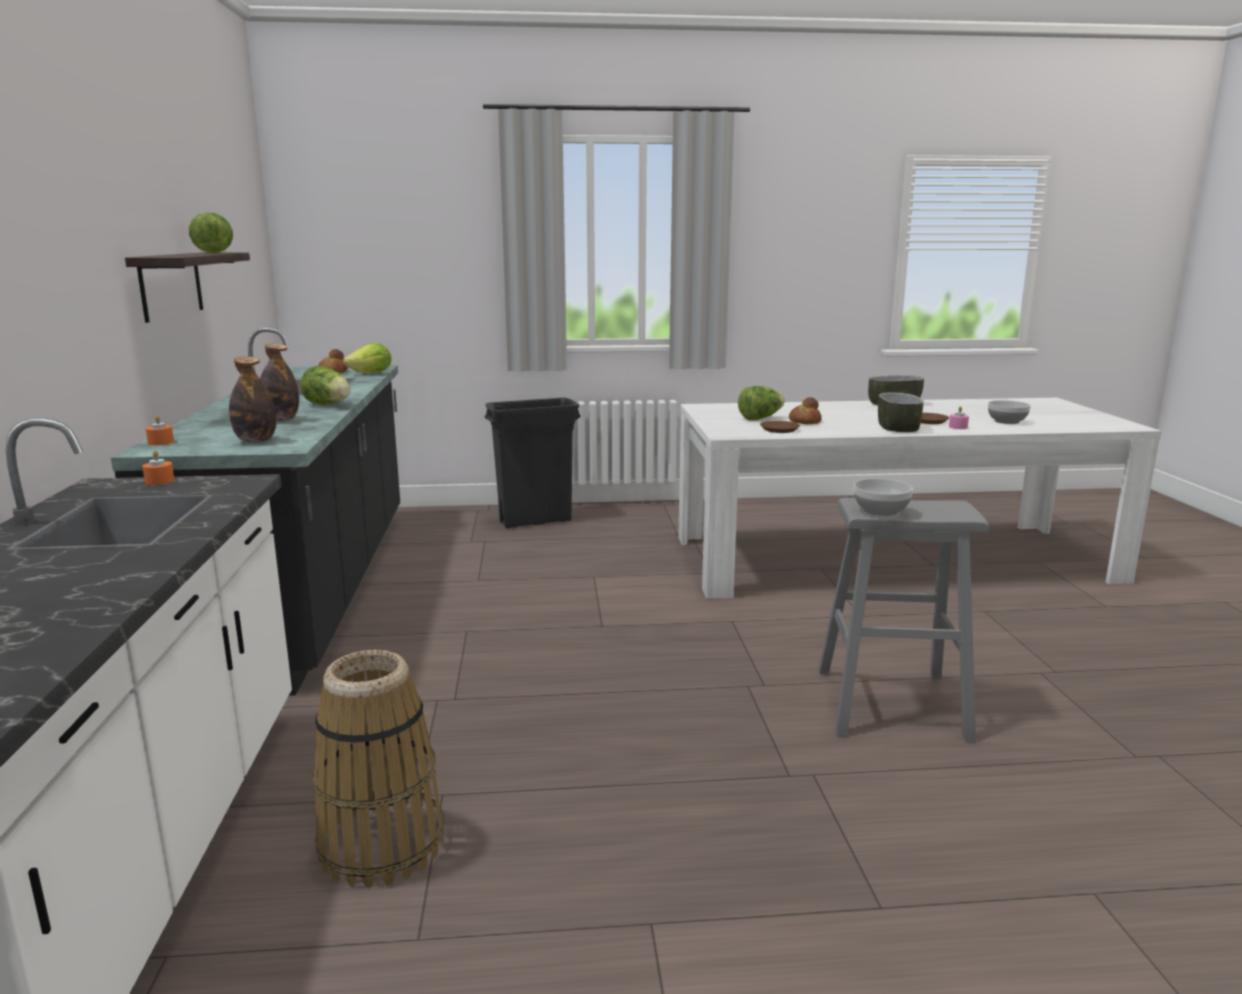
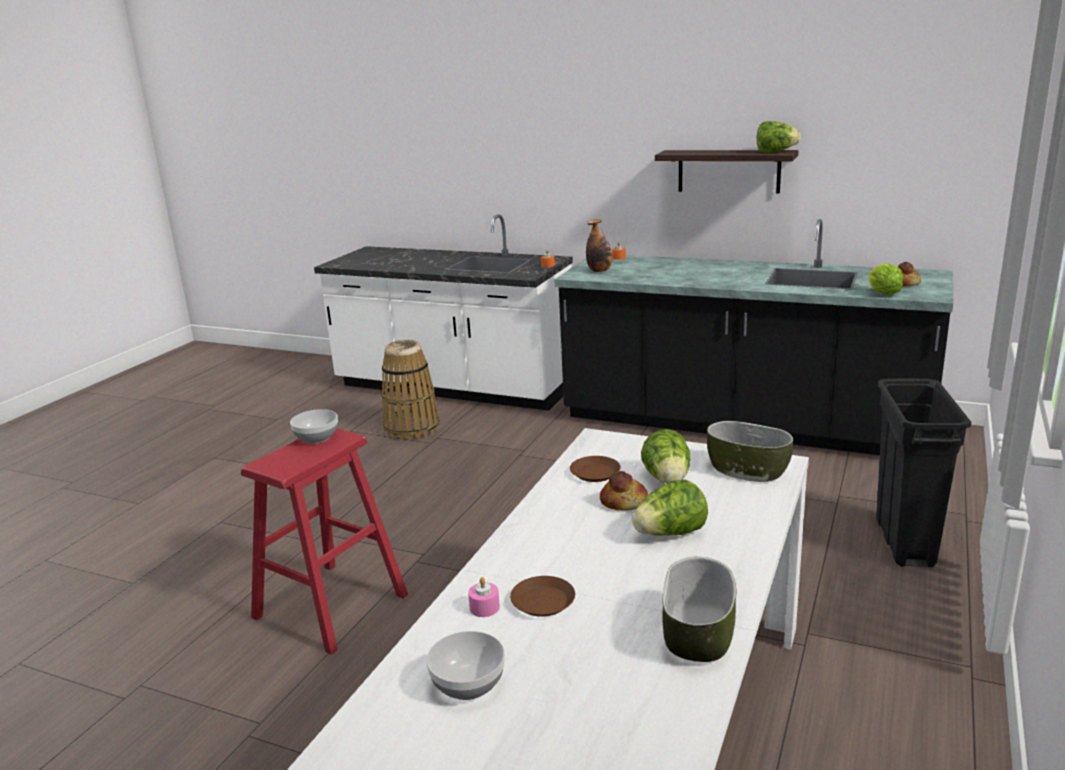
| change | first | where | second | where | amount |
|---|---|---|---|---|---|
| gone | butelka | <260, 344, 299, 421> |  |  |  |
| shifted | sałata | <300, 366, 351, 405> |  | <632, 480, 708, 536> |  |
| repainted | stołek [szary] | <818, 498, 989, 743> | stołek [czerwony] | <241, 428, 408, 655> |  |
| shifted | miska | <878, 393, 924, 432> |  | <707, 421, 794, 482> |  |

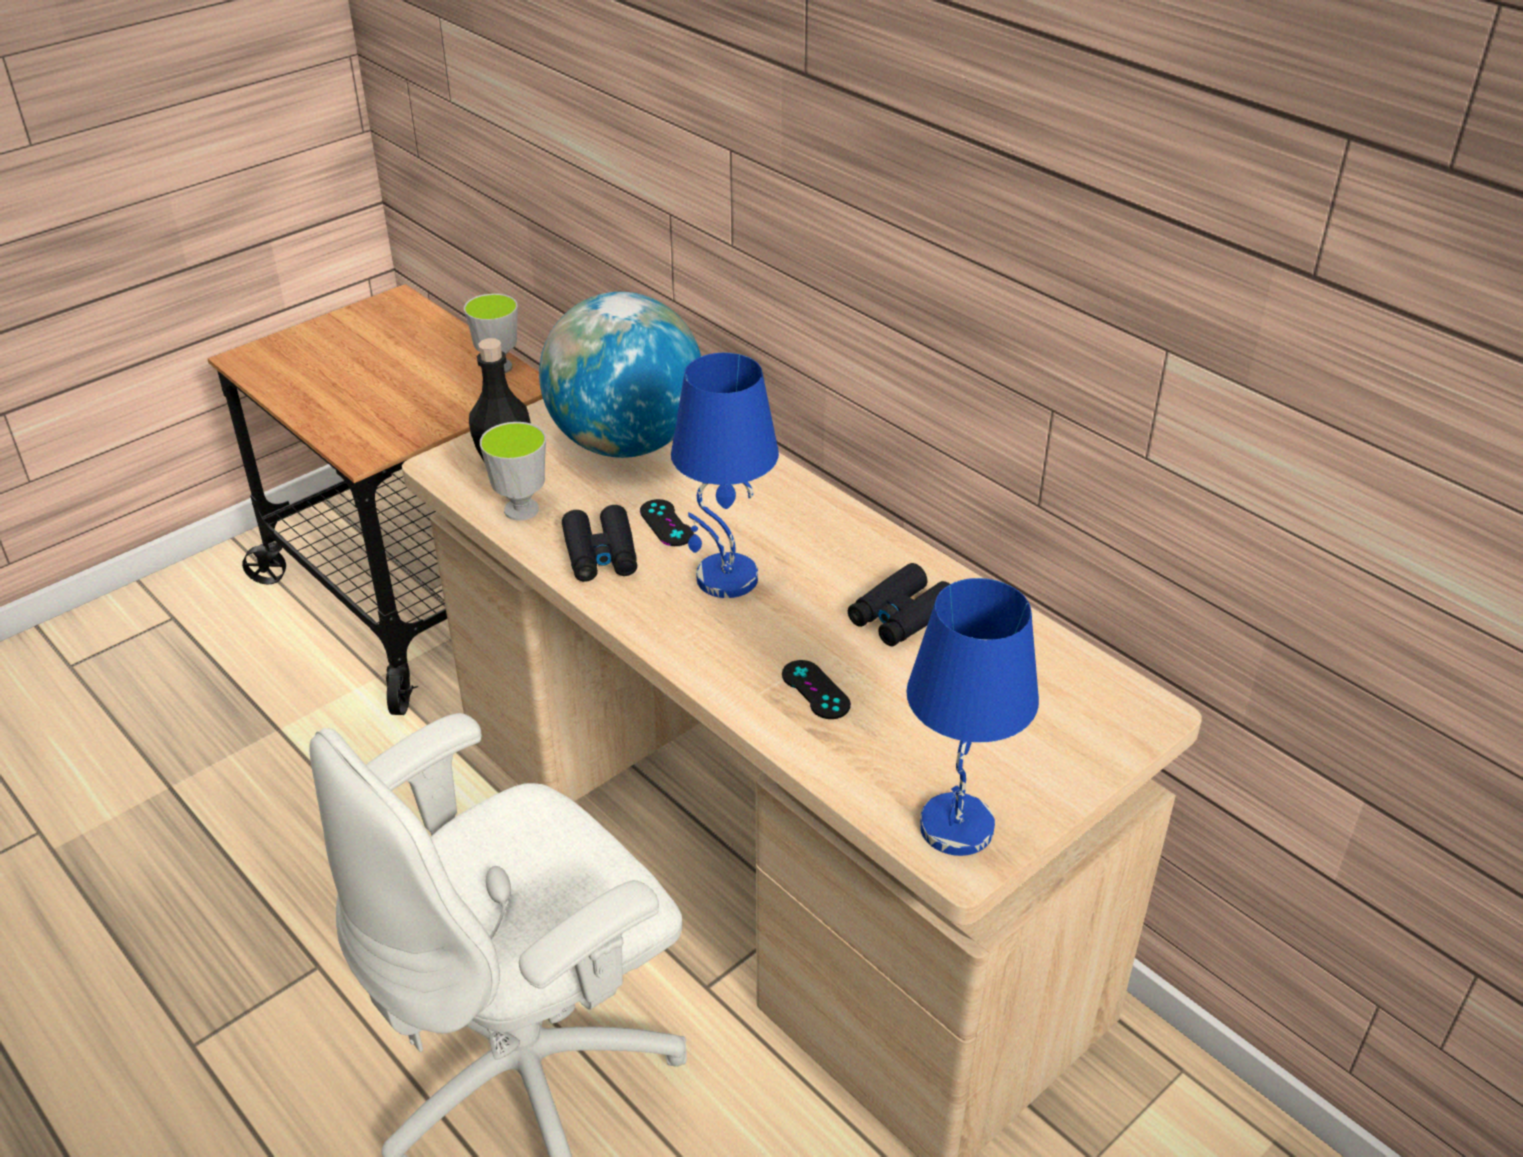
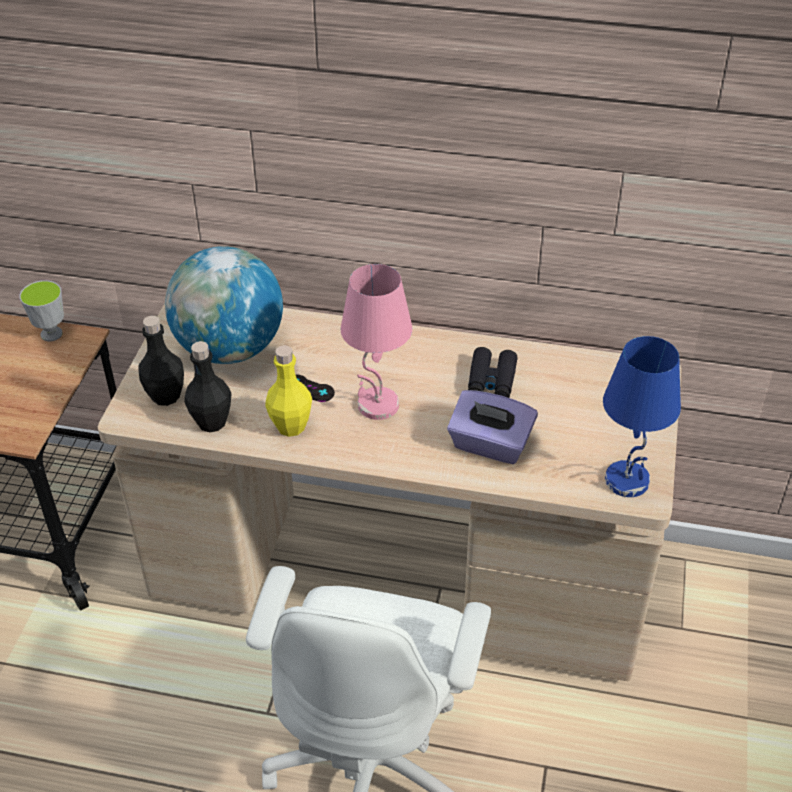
| change | first | where | second | where | amount |
|---|---|---|---|---|---|
| swapped | filiżanka | <480, 422, 546, 521> | butelka [czarny] | <184, 341, 231, 432> |  |
| swapped | lornetka [czarny] | <562, 505, 637, 582> | butelka [żółty] | <265, 345, 312, 437> |  |
| repainted | lampa stołowa [niebieski] | <671, 353, 779, 598> | lampa stołowa [różowy] | <341, 264, 412, 420> |  |
| swapped | pad do gier [czarny] | <782, 660, 851, 719> | pudełko chusteczek [fioletowy] | <447, 390, 538, 464> |  |

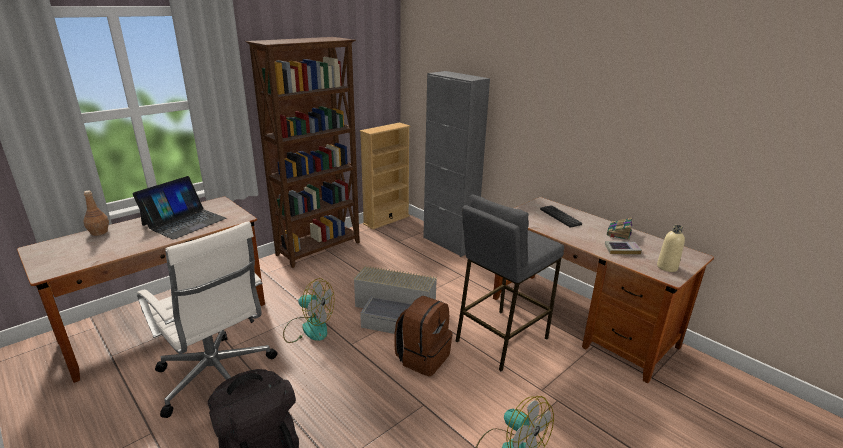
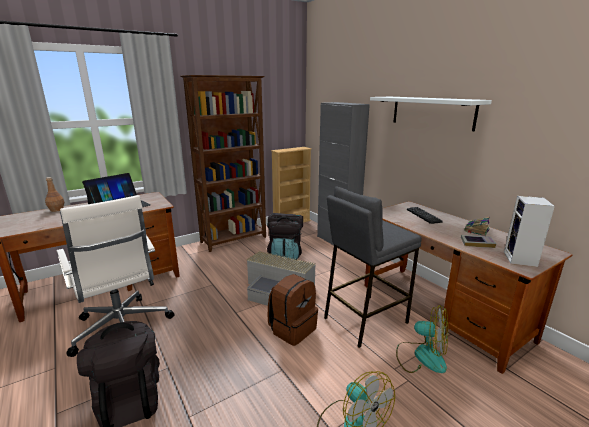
| change | first | where | second | where | amount |
|---|---|---|---|---|---|
| shifted | wentylator | <283, 278, 335, 343> |  | <396, 305, 448, 373> |  |
| swapped | butelka [beżowy] | <657, 225, 685, 272> | głośnik | <504, 196, 555, 267> |  |
| new |  |  | plecak [czarny] | <267, 213, 303, 260> |  |
| new |  |  | półka [biały] | <370, 97, 492, 131> |  |

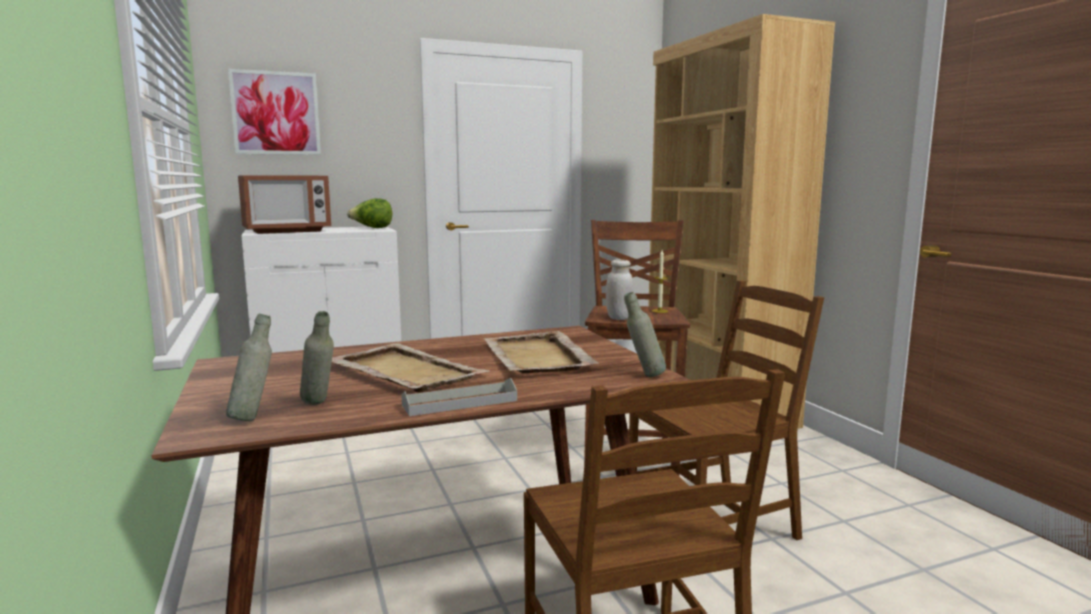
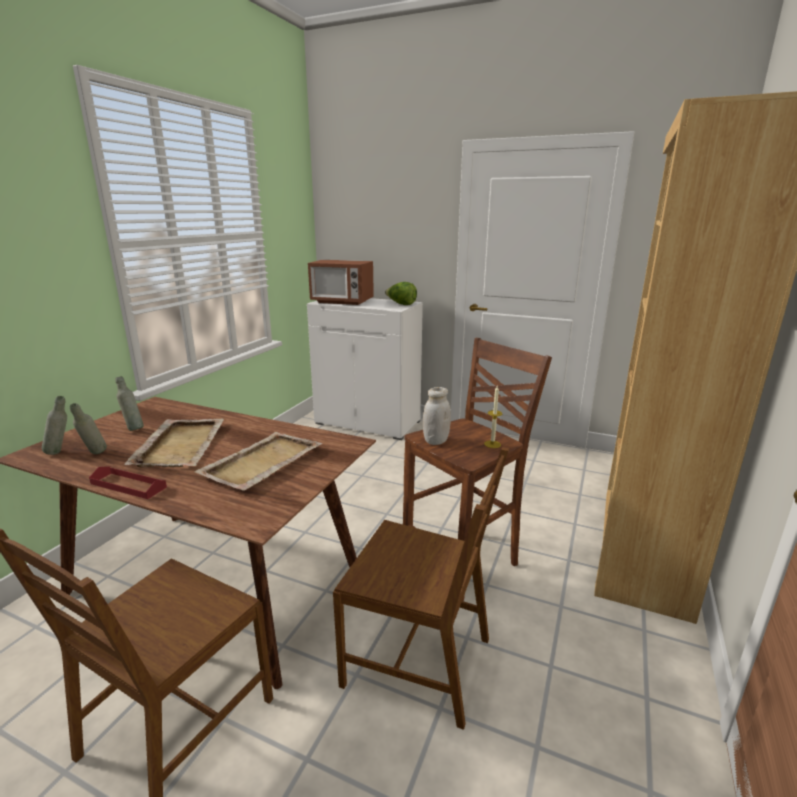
| change | first | where | second | where | amount |
|---|---|---|---|---|---|
| gone | obraz | <228, 69, 321, 155> |  |  |  |
| repainted | taca [szary] | <401, 378, 517, 416> | taca [czerwony] | <89, 467, 167, 499> |  |
| shifted | butelka [szary] | <624, 292, 666, 377> |  | <115, 376, 144, 431> |  |

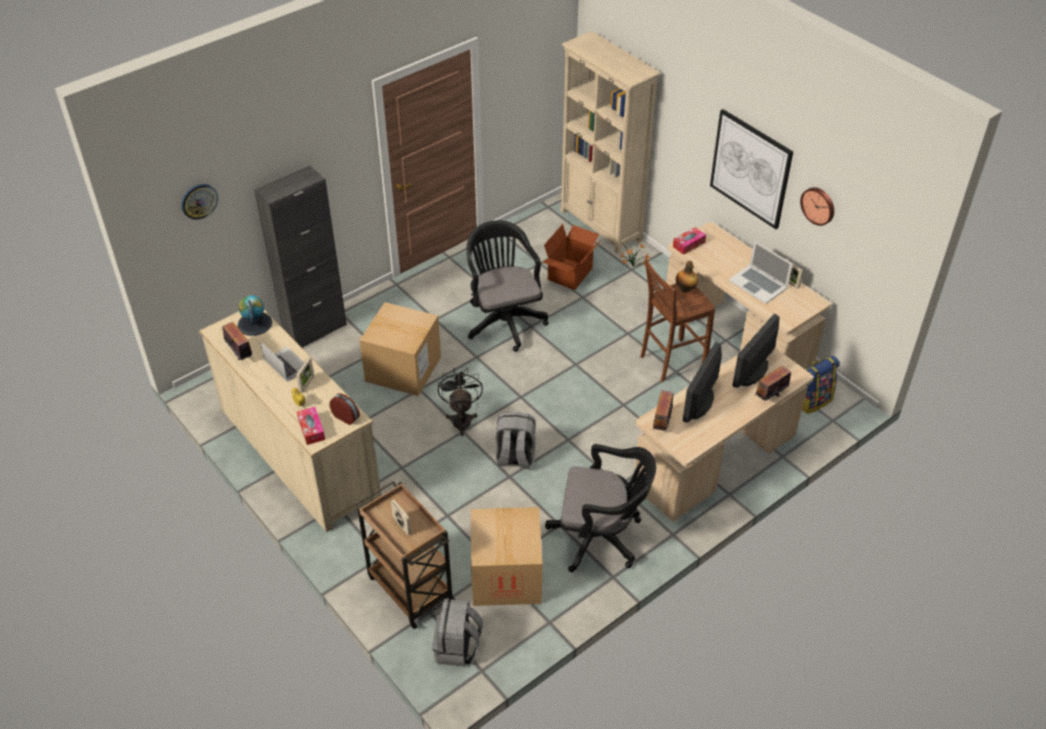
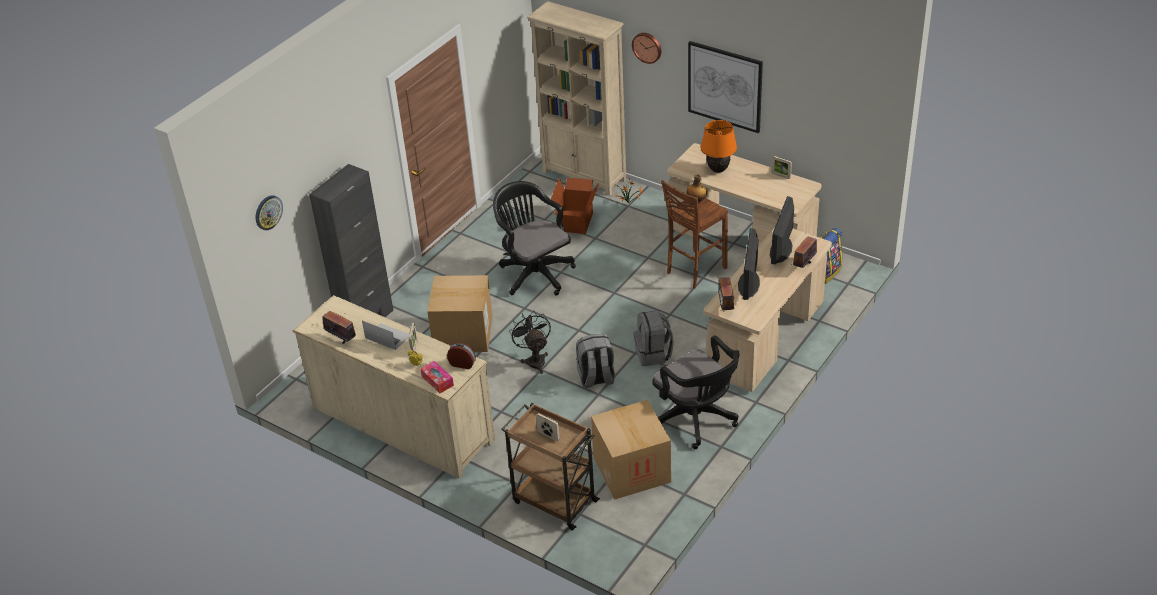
| change | first | where | second | where | amount |
|---|---|---|---|---|---|
| gone | globus | <237, 295, 272, 336> |  |  |  |
| shifted | plecak [szary] | <433, 599, 483, 666> |  | <634, 310, 674, 366> |  |
| rotated | krzesło biurowe [czarny] | <545, 444, 656, 572> |  | <652, 335, 740, 449> | 60 degrees clockwise |
| gone | pudełko chusteczek | <673, 227, 706, 255> |  |  |  |
| gone | laptop | <729, 241, 793, 304> |  |  |  |
| shifted | zegar ścienny | <800, 187, 834, 226> |  | <632, 33, 661, 64> |  |
| new |  |  | lampa stołowa [pomarańczowy] | <701, 120, 737, 173> |  |

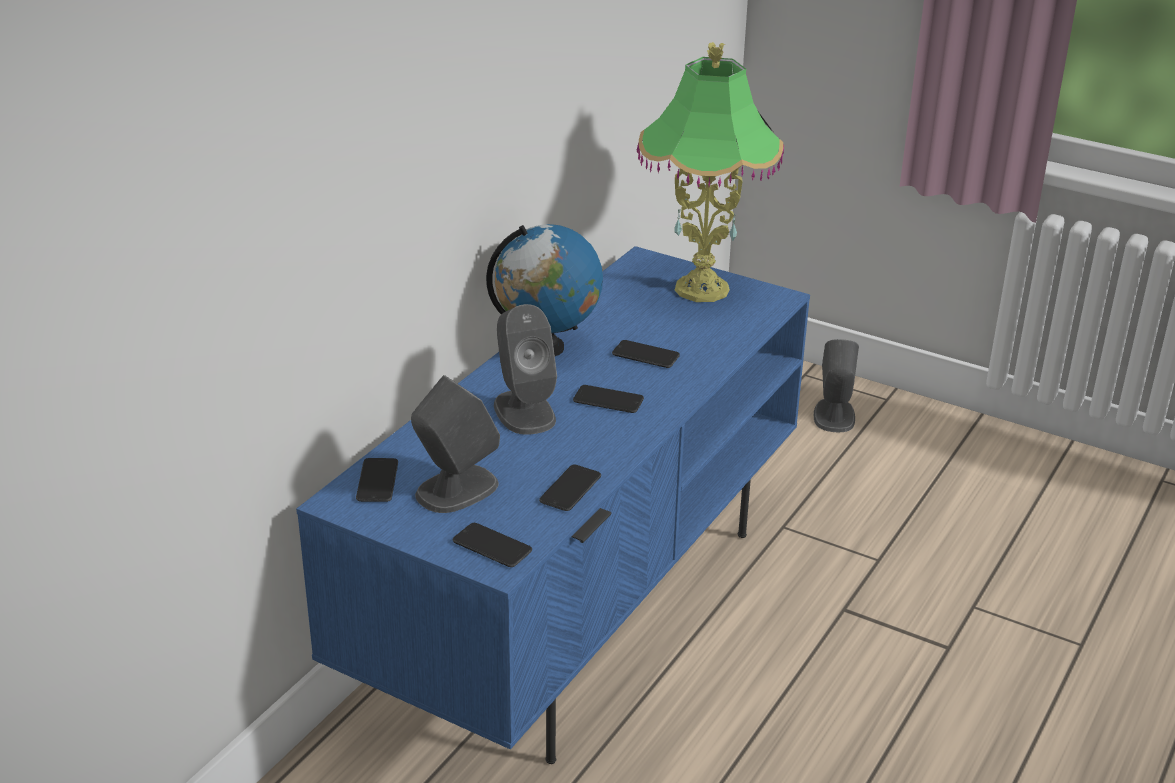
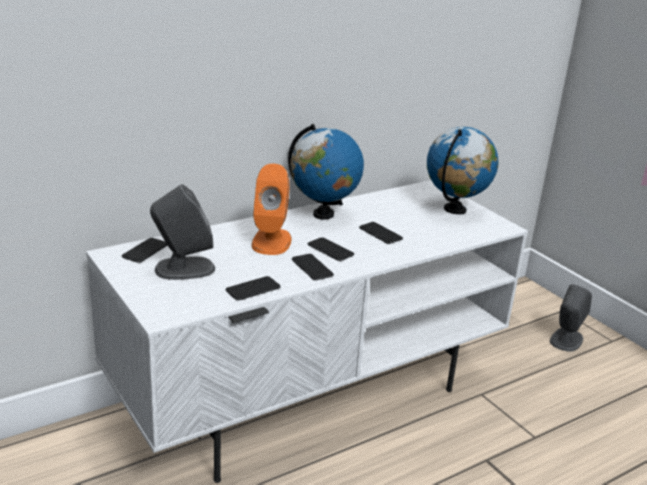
| change | first | where | second | where | amount |
|---|---|---|---|---|---|
| repainted | szafka pod telewizor [niebieski] | <296, 246, 810, 764> | szafka pod telewizor [biały] | <86, 180, 528, 483> |  |
| shifted | telefon | <453, 523, 532, 567> |  | <292, 254, 334, 280> |  |
| repainted | głośnik [szary] | <494, 304, 557, 435> | głośnik [pomarańczowy] | <252, 164, 292, 255> |  |
| swapped | lampa stołowa | <637, 42, 784, 302> | globus | <427, 127, 498, 215> |  |

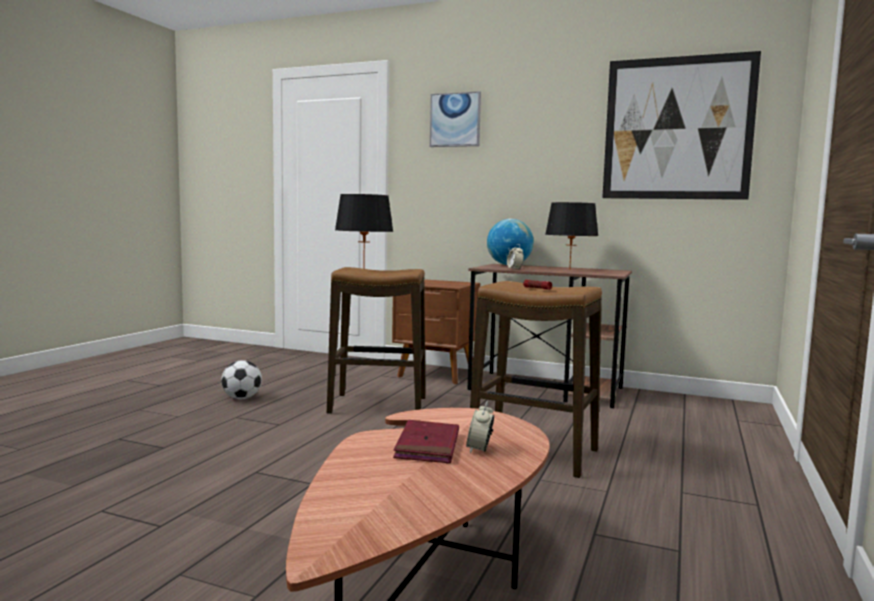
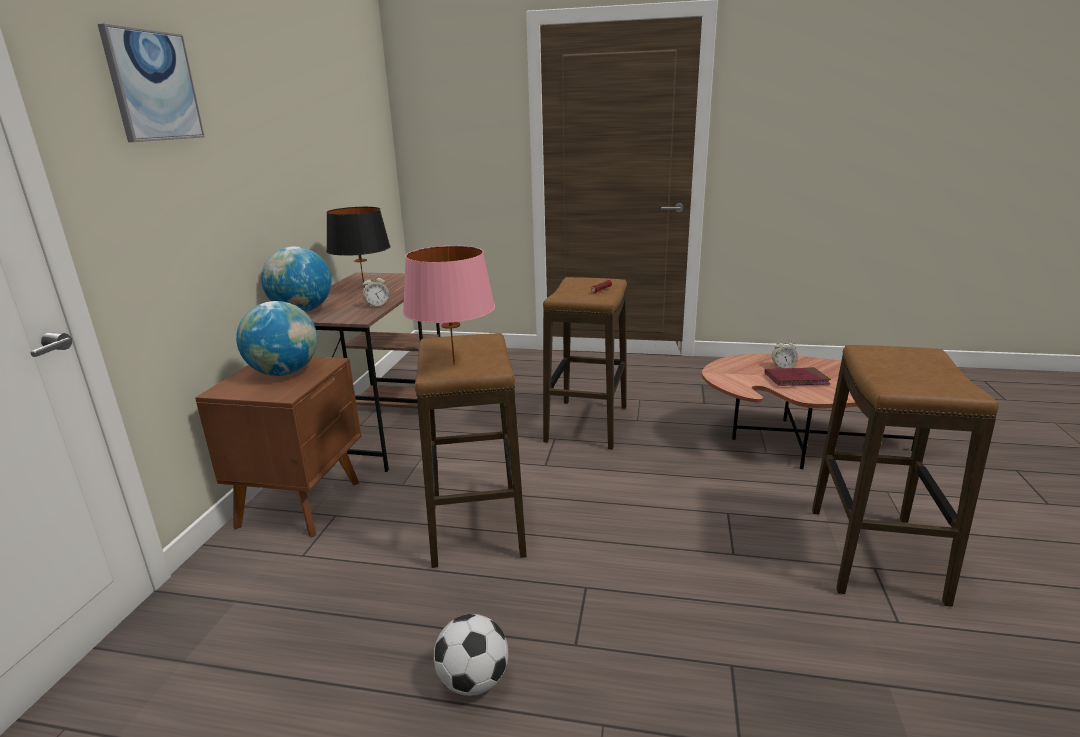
| change | first | where | second | where | amount |
|---|---|---|---|---|---|
| repainted | lampa stołowa [czarny] | <335, 194, 393, 269> | lampa stołowa [różowy] | <403, 246, 495, 365> |  |
| gone | obraz | <602, 51, 761, 200> |  |  |  |
| new |  |  | globus | <236, 301, 317, 376> |  |
| new |  |  | stołek | <812, 345, 999, 607> |  |

